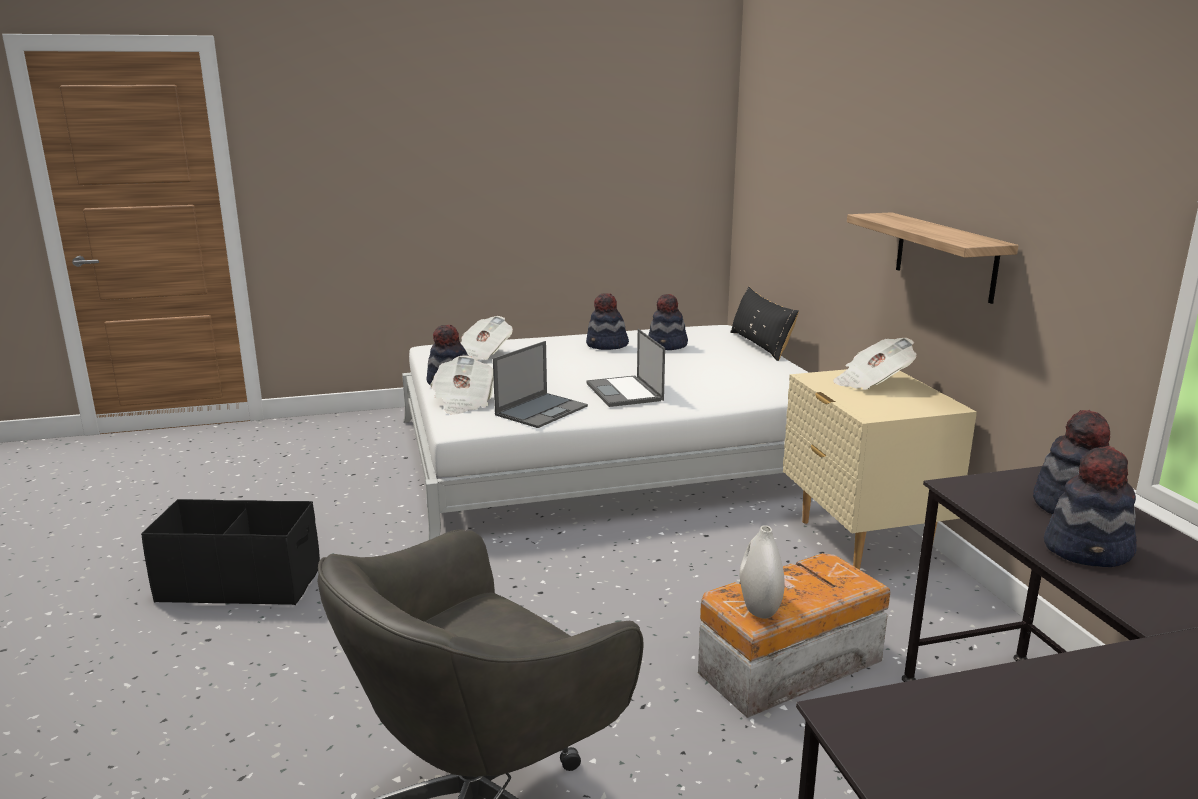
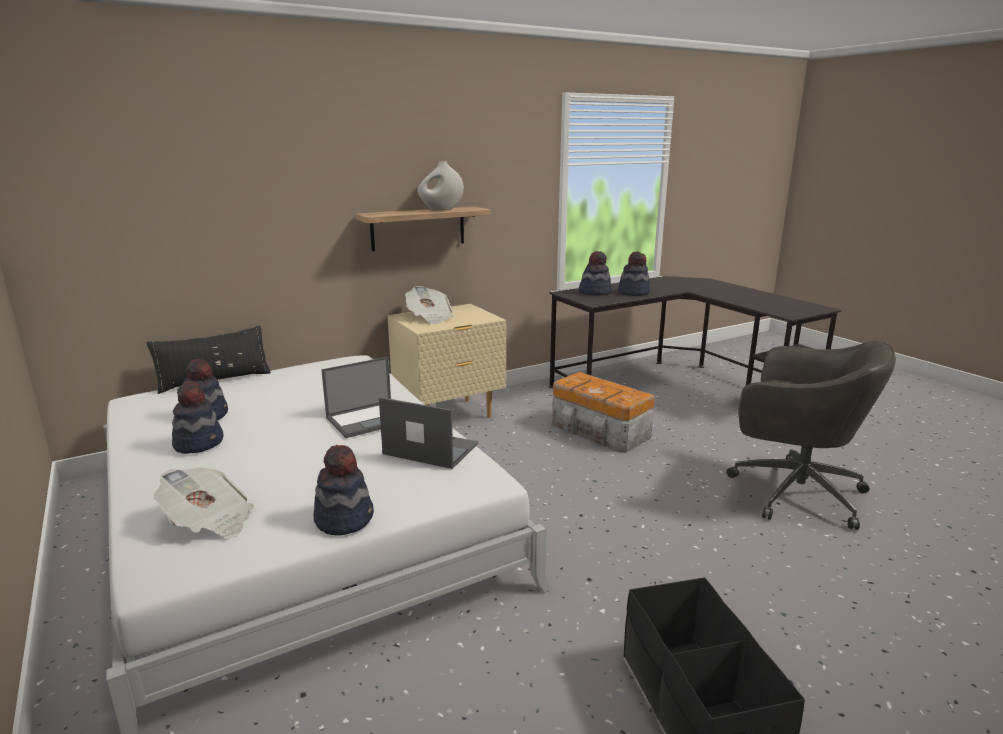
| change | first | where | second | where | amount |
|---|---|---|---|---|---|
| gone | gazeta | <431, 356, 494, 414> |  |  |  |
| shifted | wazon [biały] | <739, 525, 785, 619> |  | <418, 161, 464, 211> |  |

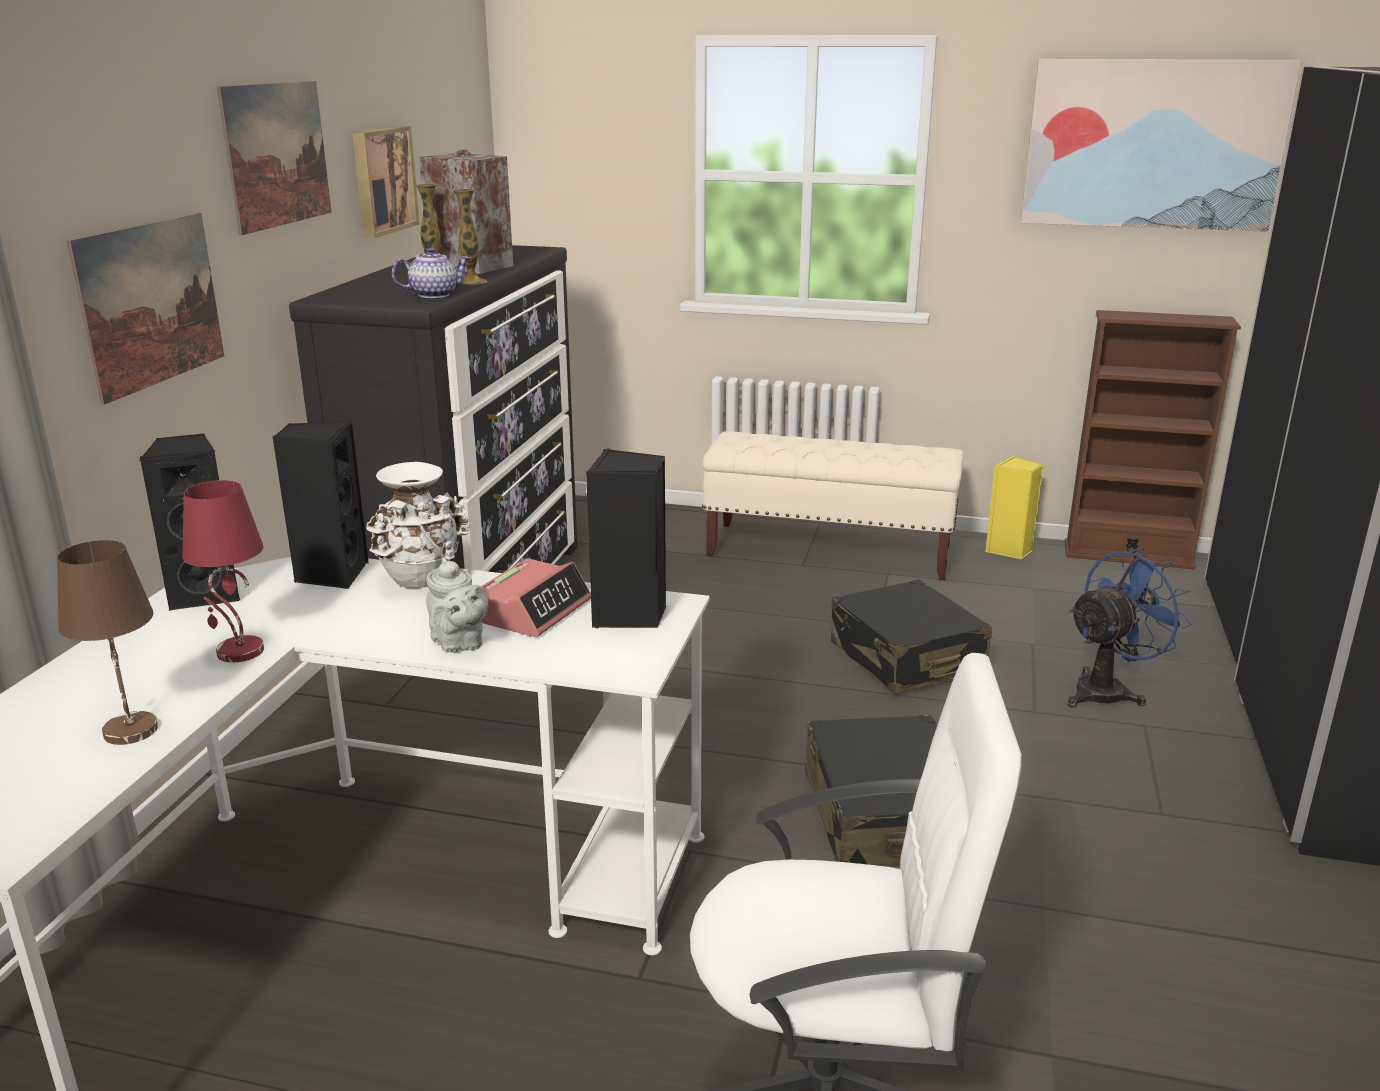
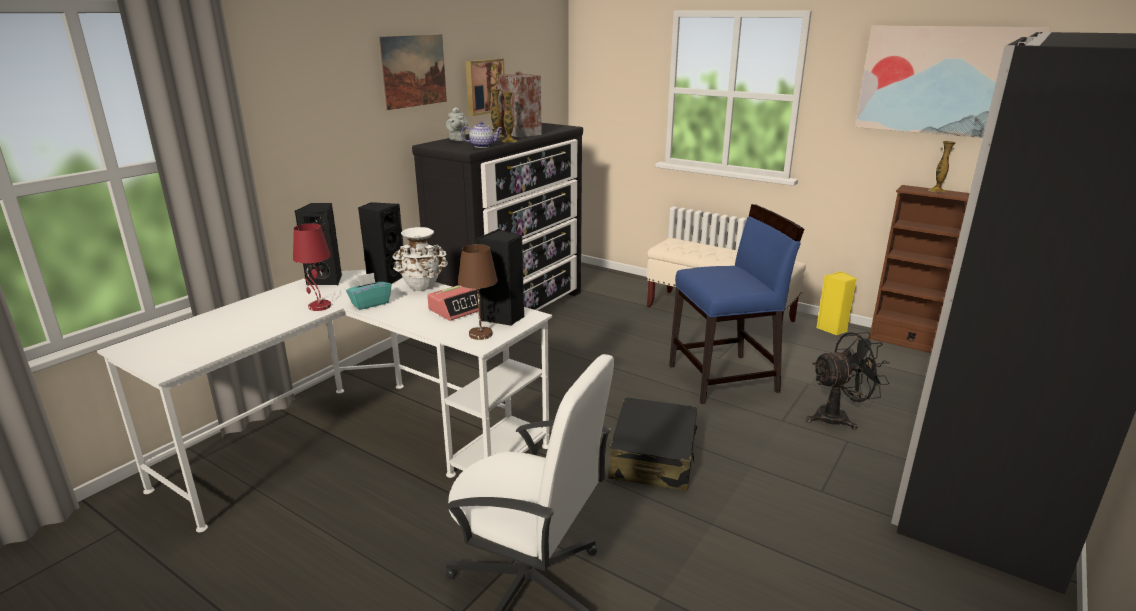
| change | first | where | second | where | amount |
|---|---|---|---|---|---|
| shifted | lampa stołowa [brązowy] | <57, 540, 158, 745> |  | <458, 244, 498, 340> |  |
| gone | obraz | <66, 212, 224, 405> |  |  |  |
| shifted | imbryk [szary] | <426, 558, 488, 653> |  | <446, 107, 468, 141> |  |
| swapped | walizka [czarny] | <831, 580, 992, 695> | krzesło [niebieski] | <669, 204, 804, 404> |  |
| repainted | wentylator [niebieski] | <1068, 547, 1192, 707> | wentylator [czarny] | <806, 332, 890, 430> |  |
| new |  |  | pudełko chusteczek [turkusowy] | <346, 273, 392, 310> |  |
| new |  |  | wazon | <928, 141, 956, 193> |  |

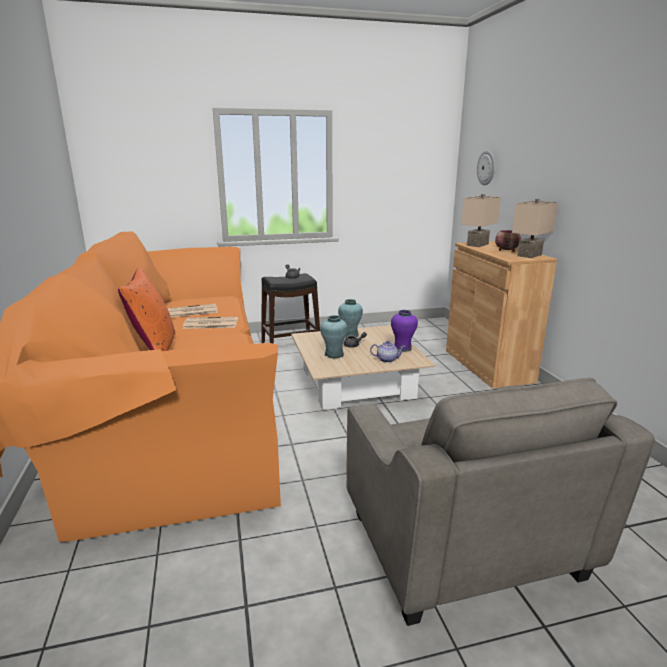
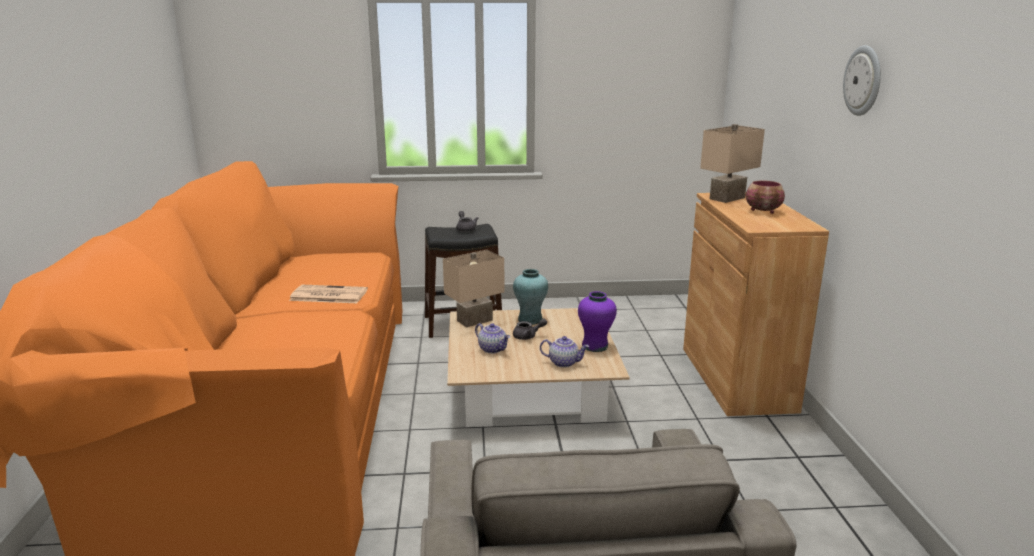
| change | first | where | second | where | amount |
|---|---|---|---|---|---|
| gone | poduszka [pomarańczowy] | <118, 268, 175, 351> |  |  |  |
| gone | gazeta | <168, 304, 218, 317> |  |  |  |
| swapped | wazon [turkusowy] | <320, 315, 348, 358> | imbryk | <475, 323, 510, 354> |  |
| shifted | zegar ścienny | <477, 150, 495, 185> |  | <843, 45, 881, 116> |  |
| shifted | lampa stołowa [beżowy] | <512, 199, 558, 258> |  | <443, 250, 505, 327> |  |

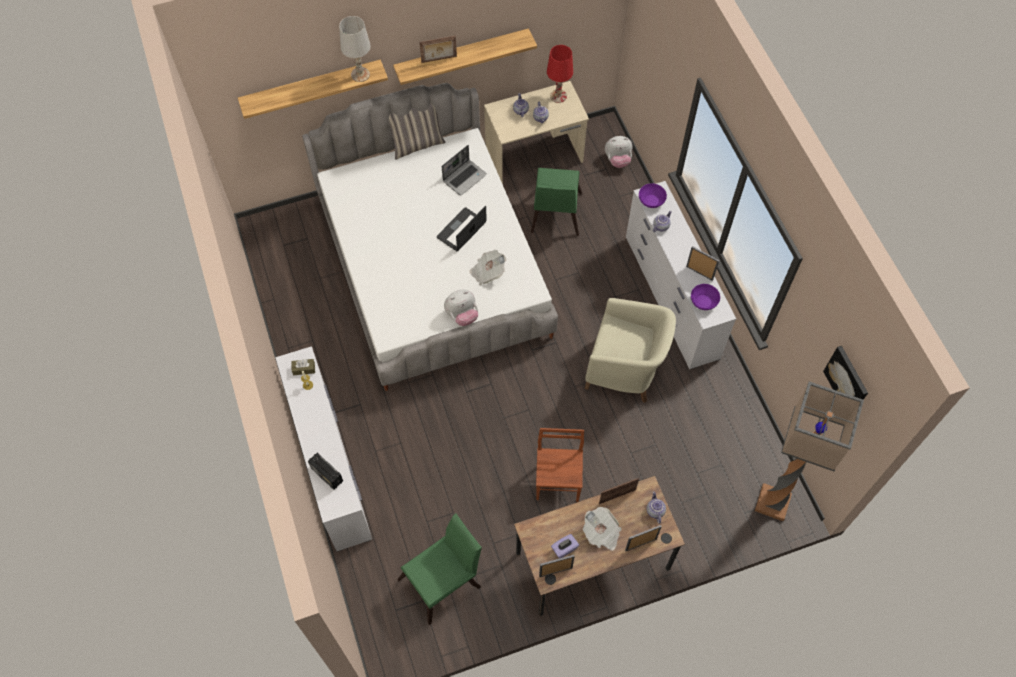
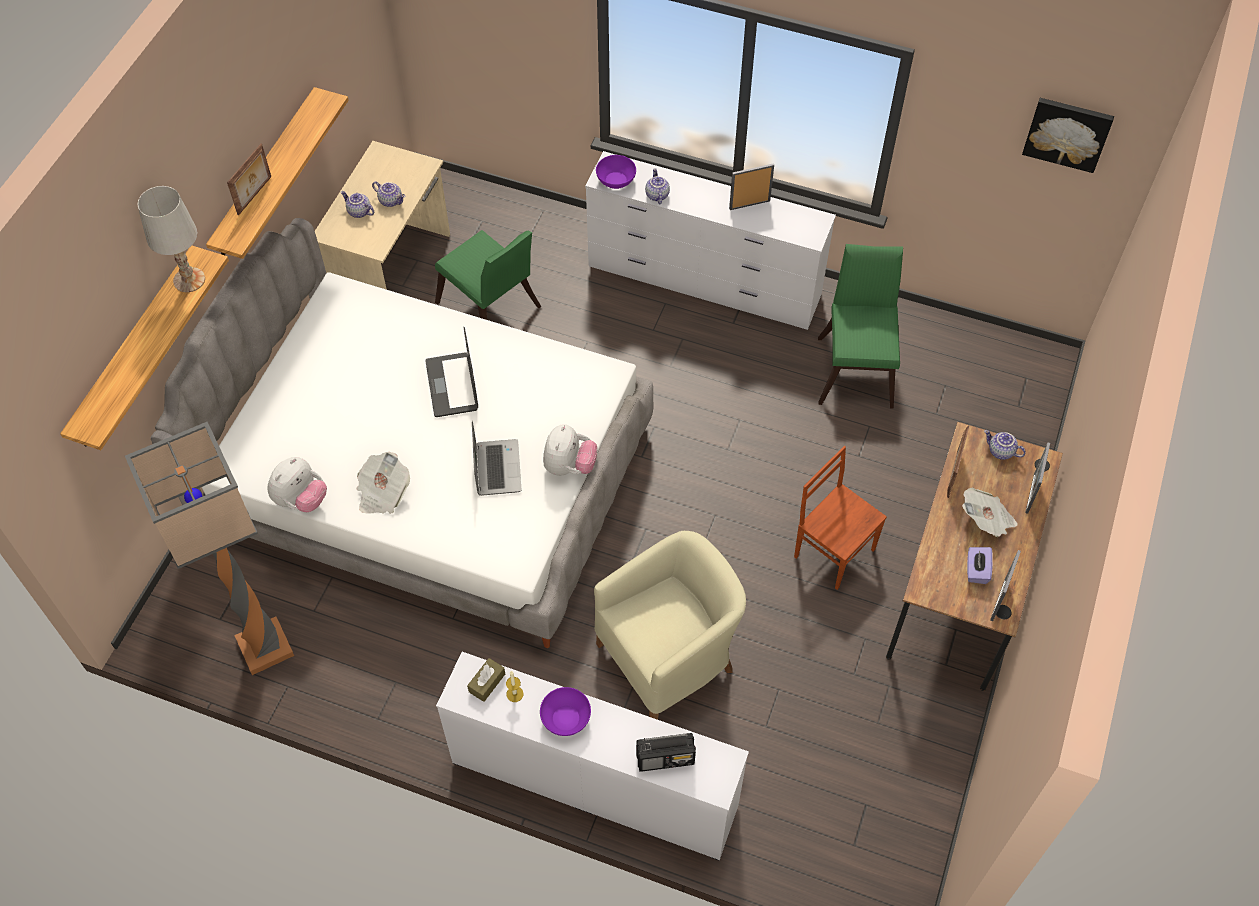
| change | first | where | second | where | amount |
|---|---|---|---|---|---|
| gone | poduszka | <389, 102, 445, 159> |  |  |  |
| shifted | krzesło [zielony] | <397, 513, 482, 625> |  | <818, 244, 903, 409> |  |
| shifted | laptop | <442, 145, 487, 195> |  | <472, 421, 521, 496> |  |
| shifted | gazeta | <470, 250, 506, 285> |  | <357, 452, 410, 514> |  |
| gone | lampa stołowa [czerwony] | <547, 45, 573, 103> |  |  |  |
| shifted | fotel [beżowy] | <585, 298, 676, 403> |  | <594, 531, 746, 720> |  |
| shifted | pluszak | <605, 136, 633, 168> |  | <267, 457, 327, 512> |  |
| shifted | miska [fioletowy] | <691, 284, 720, 310> |  | <540, 687, 591, 736> |  |
| shifted | lampa stojąca | <755, 381, 864, 521> |  | <125, 422, 294, 675> |  |

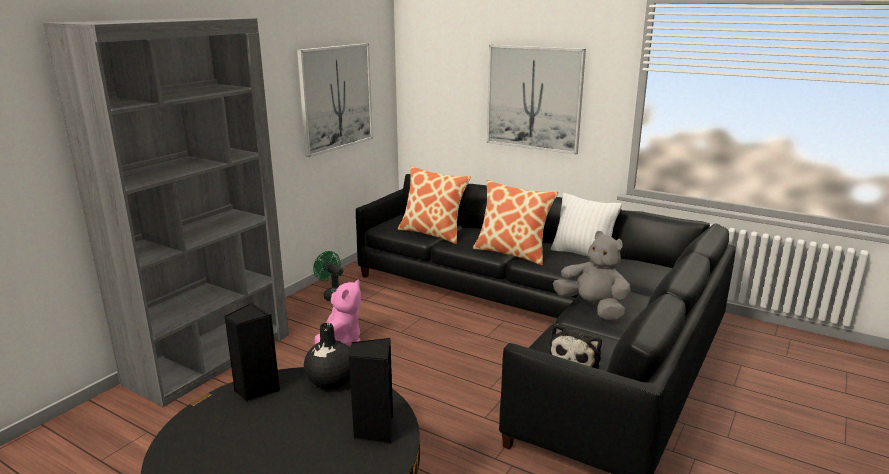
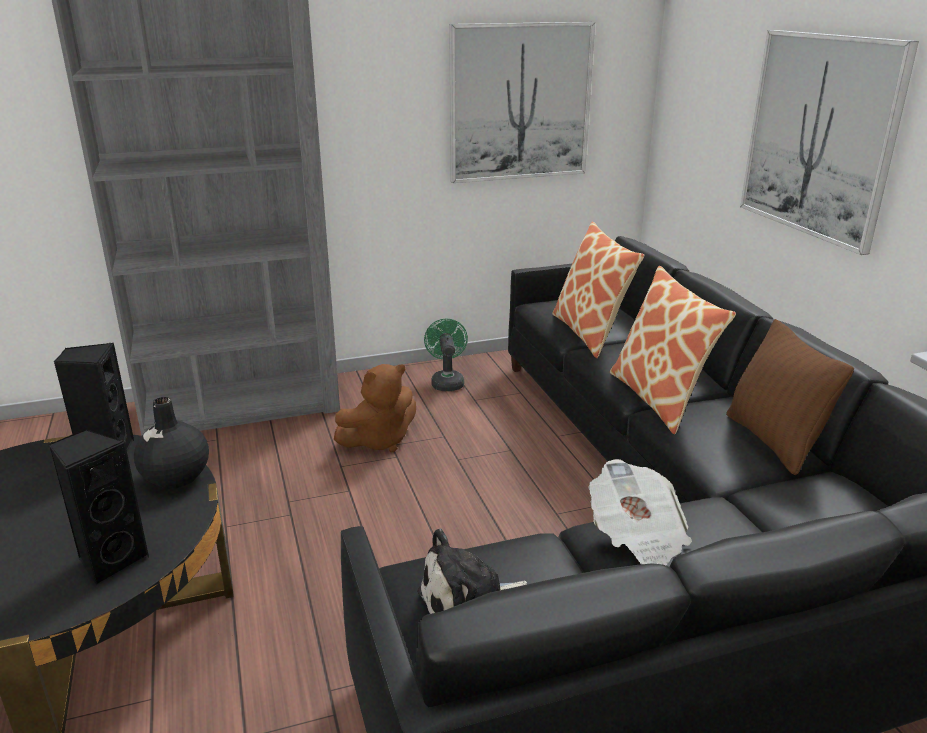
| change | first | where | second | where | amount |
|---|---|---|---|---|---|
| repainted | pluszak [różowy] | <314, 280, 361, 346> | pluszak [brązowy] | <334, 364, 416, 453> |  |
| repainted | poduszka [biały] | <551, 193, 622, 256> | poduszka [brązowy] | <726, 319, 854, 475> |  |
| swapped | pluszak [szary] | <553, 231, 631, 320> | gazeta | <588, 459, 692, 566> |  |

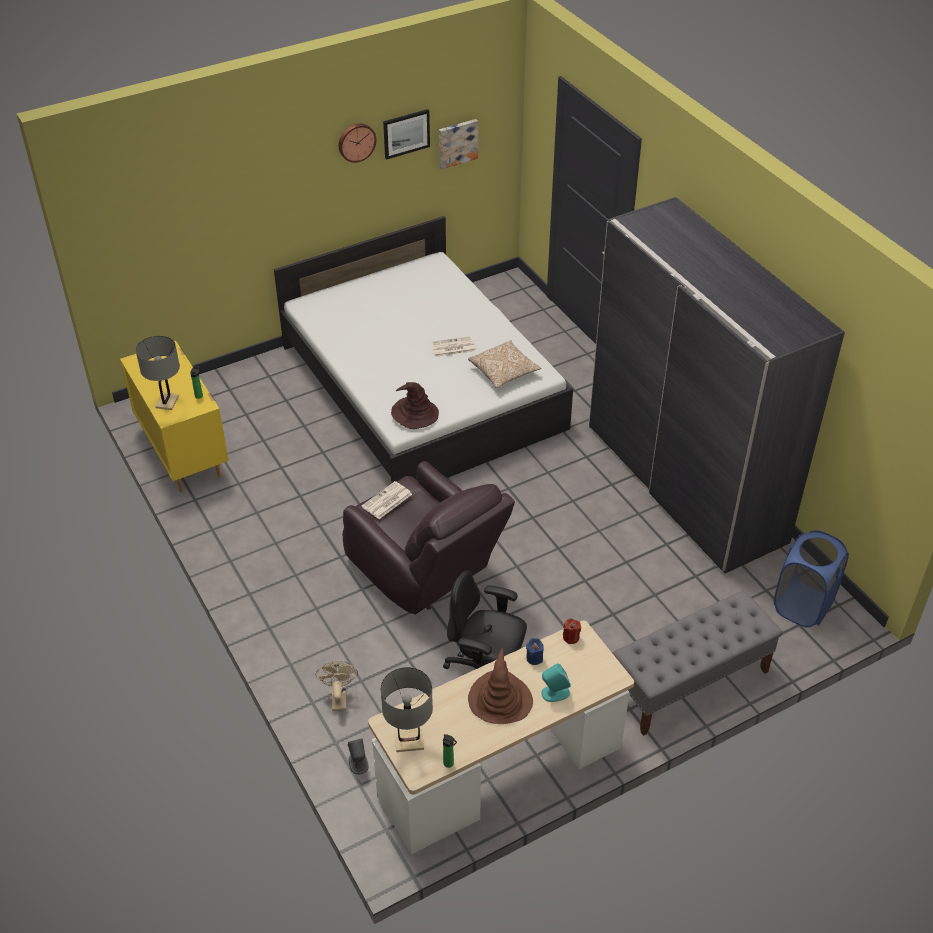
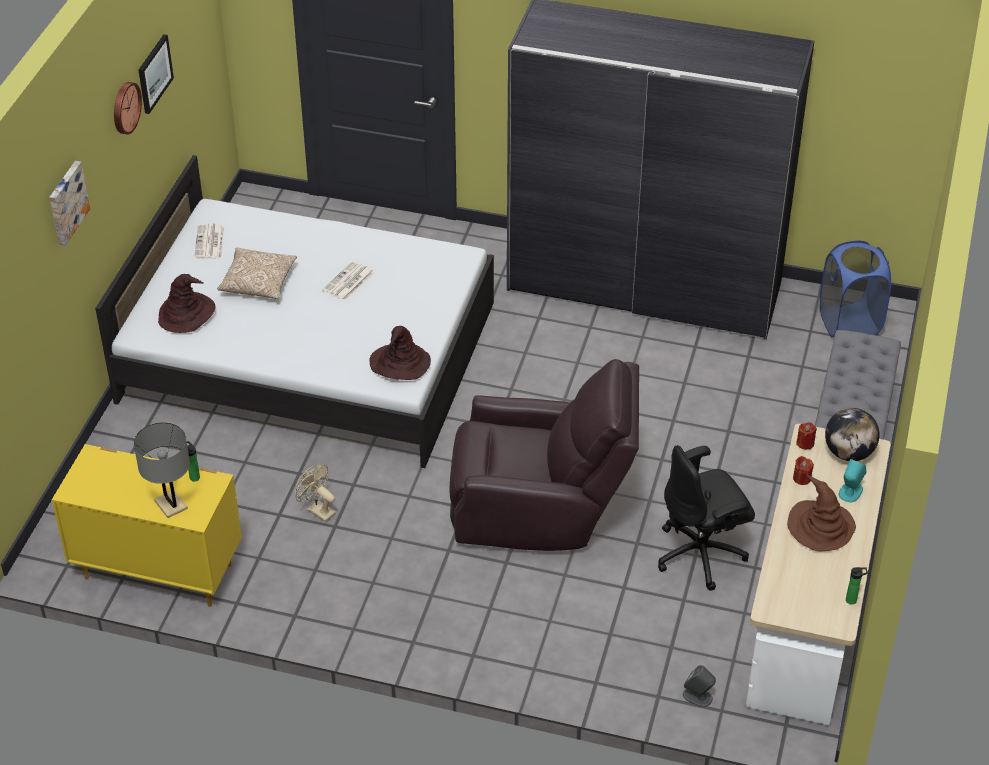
| change | first | where | second | where | amount |
|---|---|---|---|---|---|
| shifted | wentylator [beżowy] | <316, 661, 358, 711> |  | <295, 465, 336, 522> |  |
| shifted | gazeta | <362, 481, 412, 519> |  | <194, 223, 224, 259> |  |
| gone | lampa stołowa [szary] | <381, 667, 433, 752> |  |  |  |
| shifted | obraz | <439, 119, 478, 169> |  | <50, 161, 90, 245> |  |
| shifted | poduszka | <468, 340, 541, 388> |  | <217, 248, 297, 299> |  |
| repainted | świeca [niebieski] | <526, 638, 544, 665> | świeca [czerwony] | <793, 456, 814, 485> |  |
| new |  |  | kapelusz [brązowy] | <158, 274, 215, 333> |  |
| new |  |  | globus | <825, 408, 880, 461> |  |

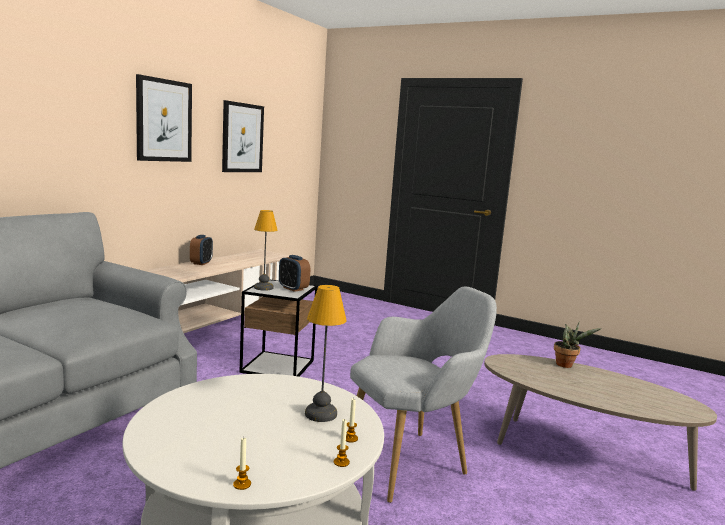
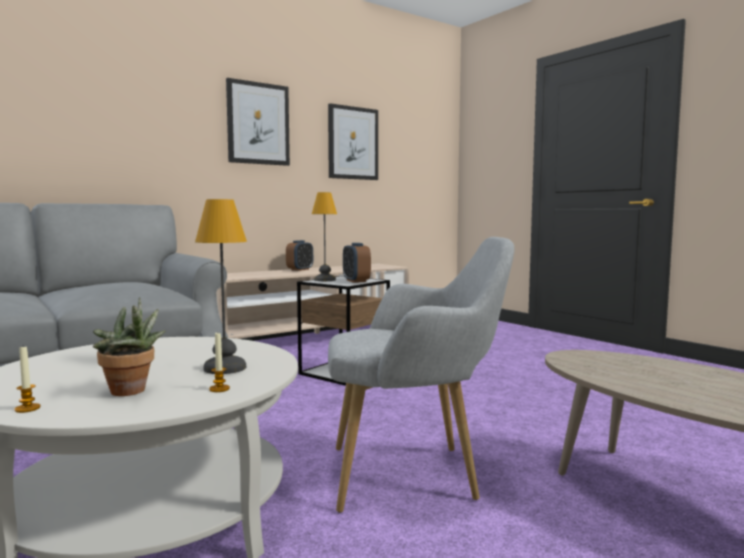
| change | first | where | second | where | amount |
|---|---|---|---|---|---|
| gone | świeca | <334, 419, 350, 467> |  |  |  |
| shifted | roślina doniczkowa | <554, 322, 602, 368> |  | <93, 297, 165, 396> |  |

